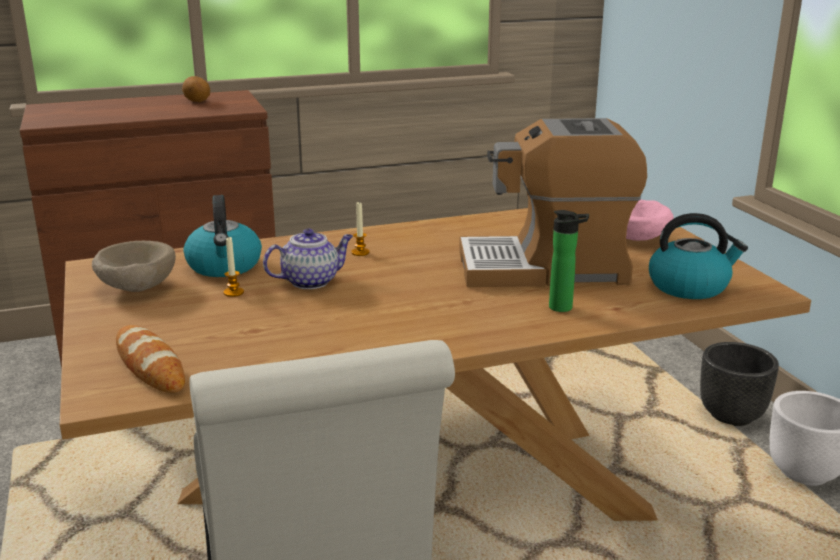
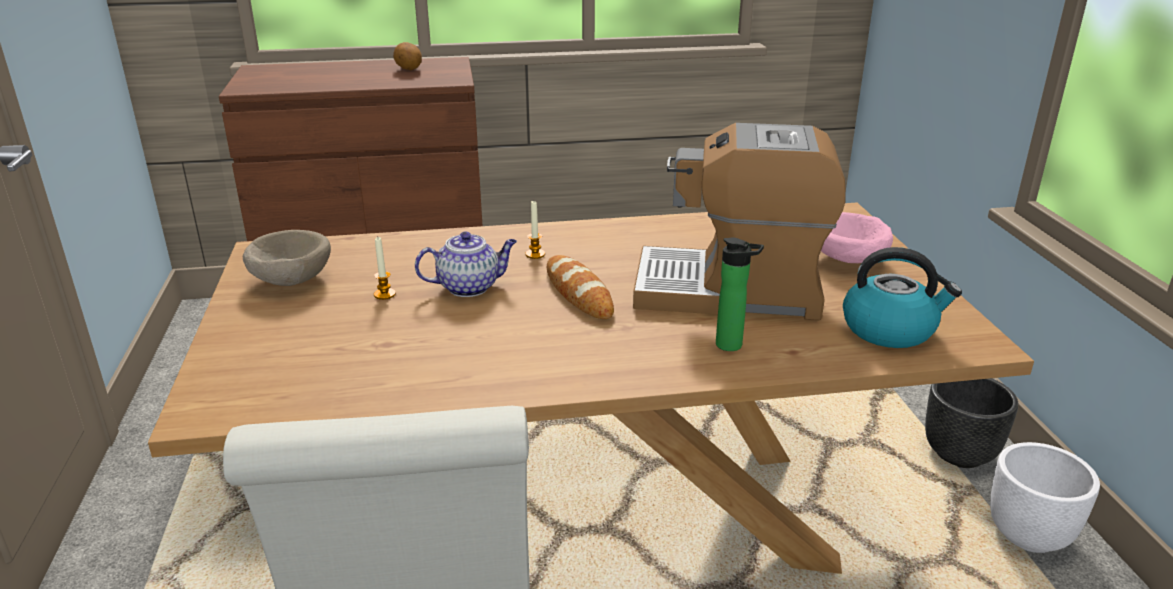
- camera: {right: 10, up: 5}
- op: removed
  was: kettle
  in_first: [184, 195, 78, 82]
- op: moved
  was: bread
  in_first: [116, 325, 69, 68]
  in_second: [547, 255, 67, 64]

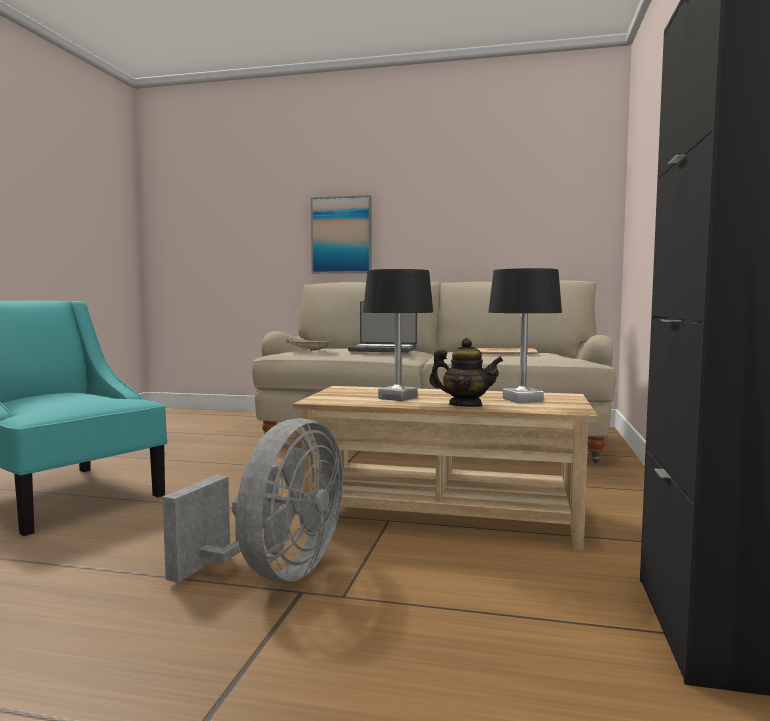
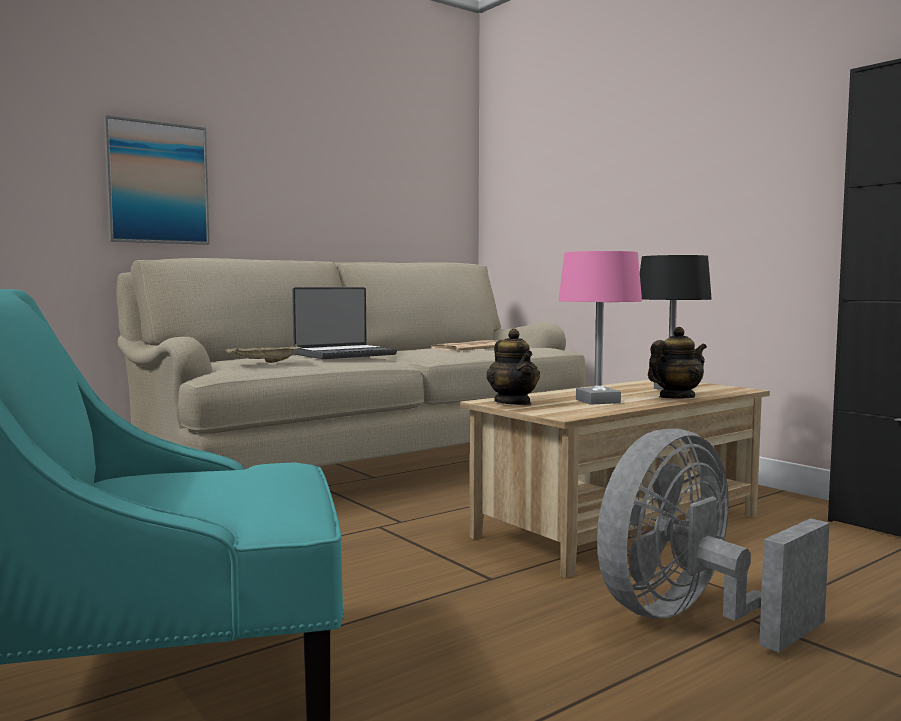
- camera: {right: -50, up: 0}
- op: added
  now: teapot
  in_second: [486, 329, 54, 76]
- op: recoloured
  was: black table lamp
  now: pink table lamp
  in_first: [363, 269, 70, 132]
  in_second: [558, 251, 84, 154]
- op: turned
  was: grey fan
  in_first: [163, 418, 180, 165]
  in_second: [597, 429, 233, 223]
  clockwise: -105

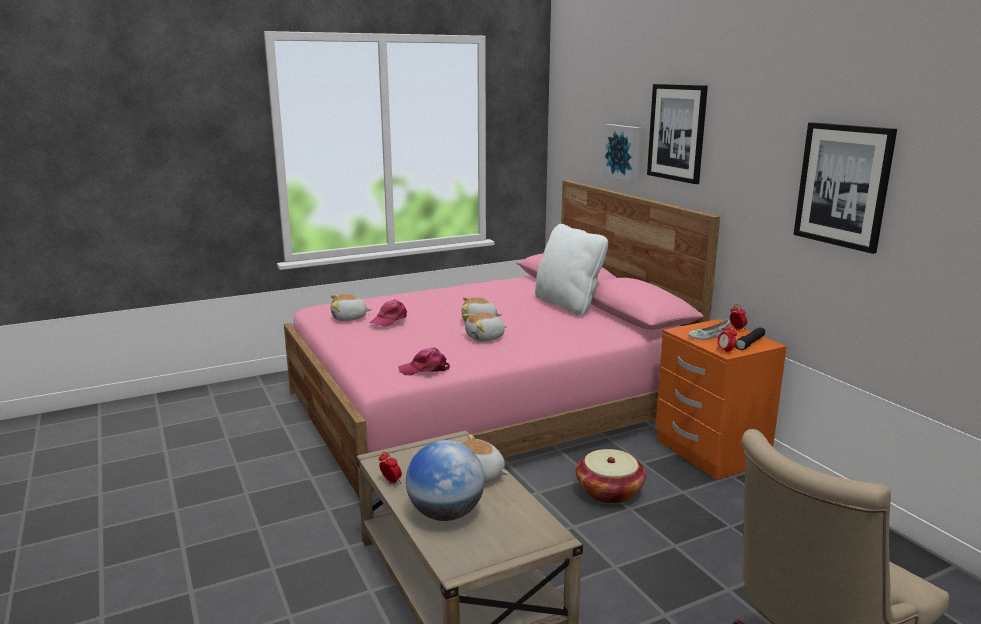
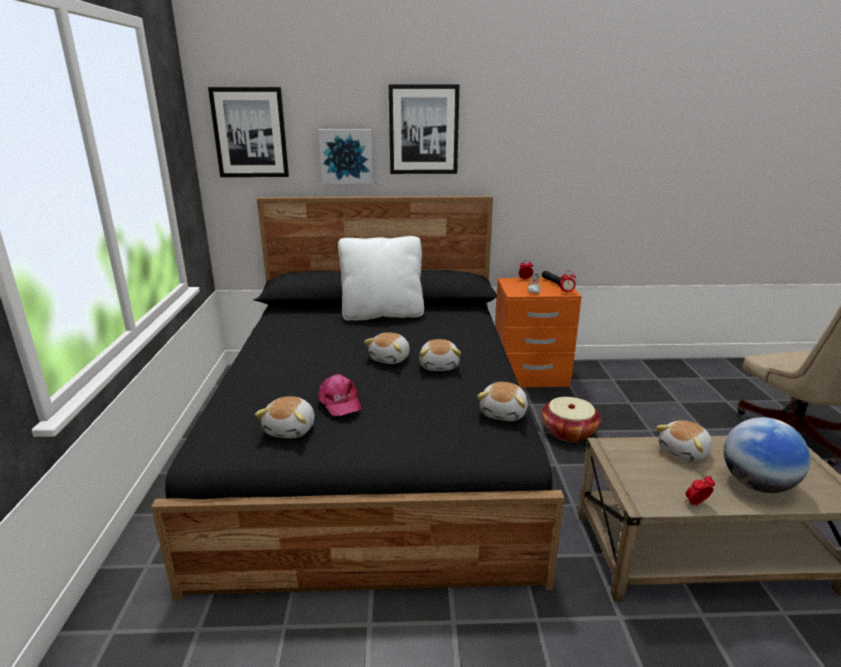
- camera: {right: -65, up: 5}
- op: moved
  was: picture
  in_first: [793, 122, 104, 132]
  in_second: [208, 87, 81, 90]
- op: replaced
  was: pink cap
  now: plush toy
  in_first: [398, 348, 52, 27]
  in_second: [477, 382, 51, 39]
- op: recoloured
  was: pink bed
  now: black bed
  in_first: [284, 180, 436, 320]
  in_second: [151, 196, 413, 404]

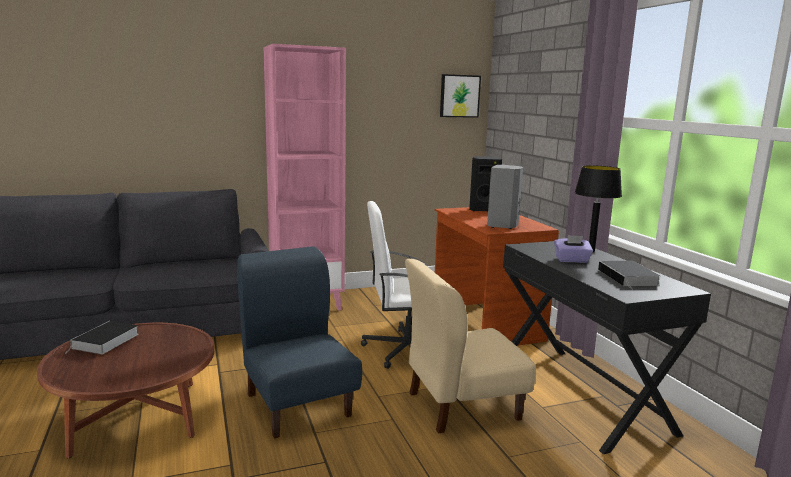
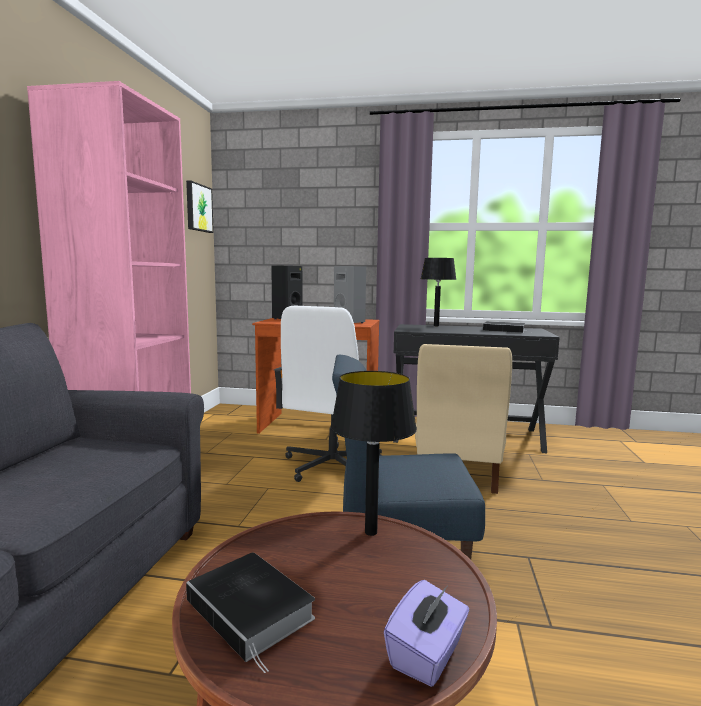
- camera: {right: -60, up: -5}
- op: added
  now: black table lamp
  in_second: [330, 371, 87, 165]
- op: moved
  was: purple tissue box
  in_first: [554, 235, 39, 28]
  in_second: [384, 580, 85, 107]

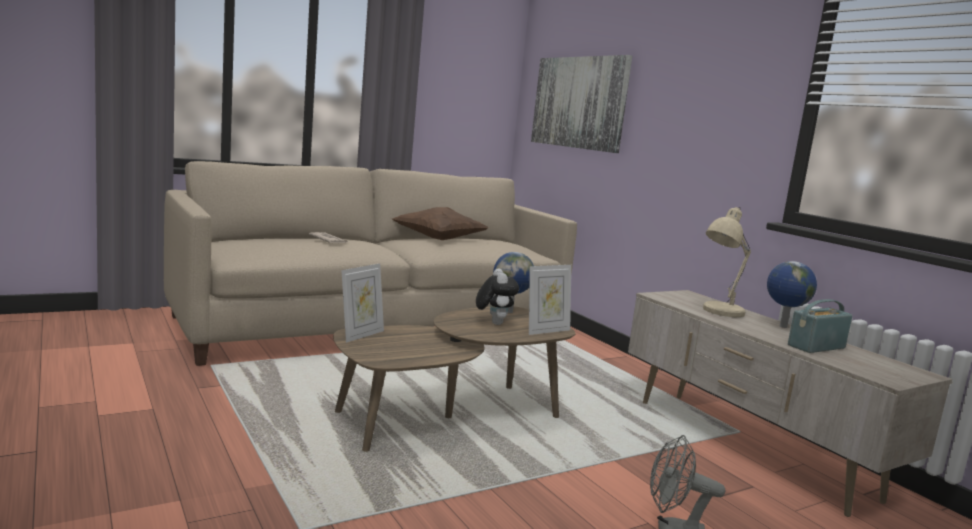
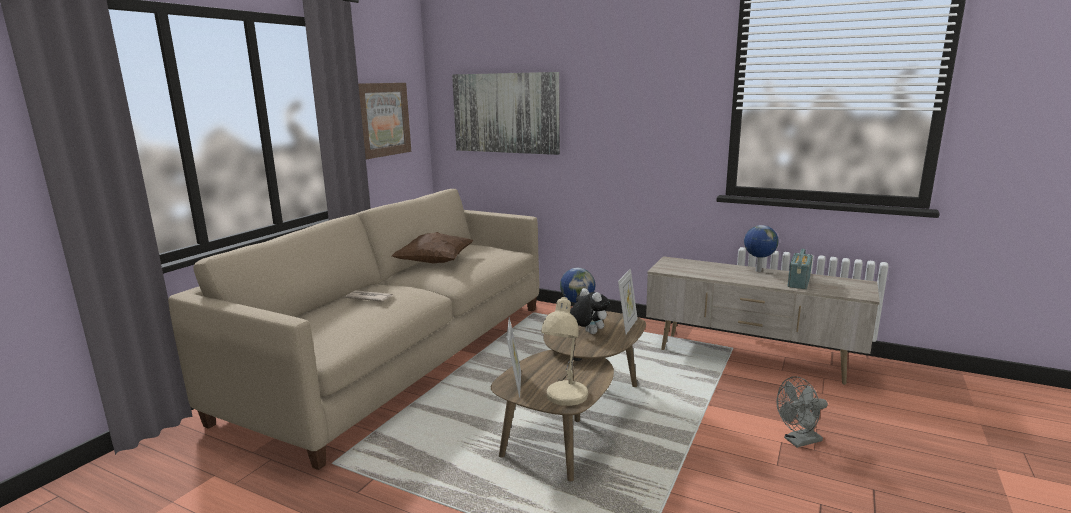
- camera: {right: -30, up: 5}
- op: added
  now: picture
  in_second: [358, 83, 53, 76]
- op: moved
  was: beige table lamp
  in_first: [703, 207, 48, 110]
  in_second: [541, 294, 47, 112]

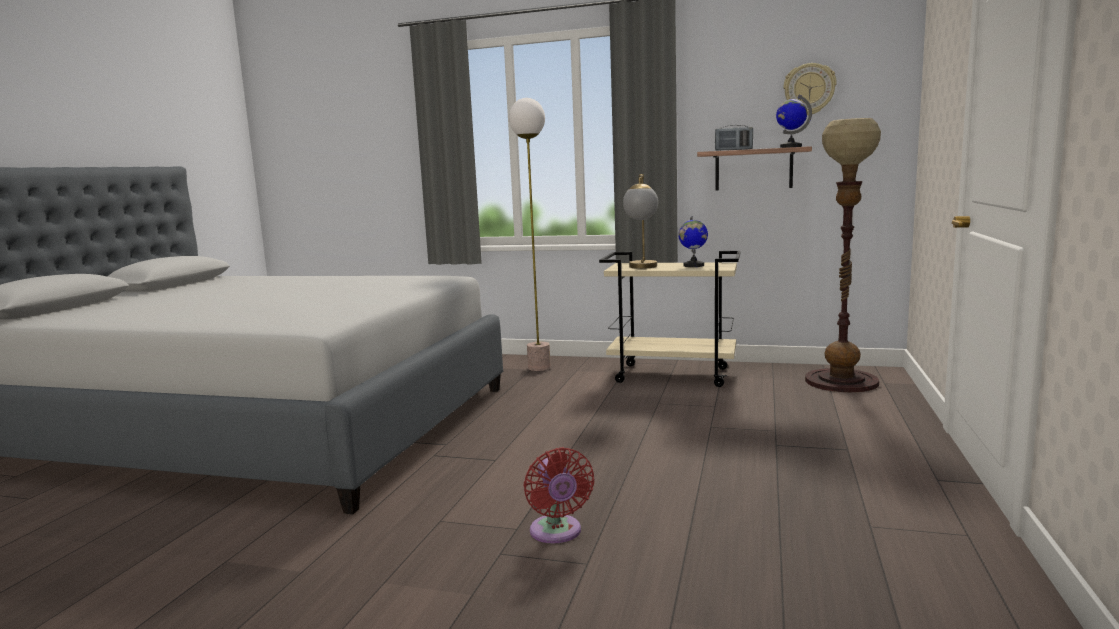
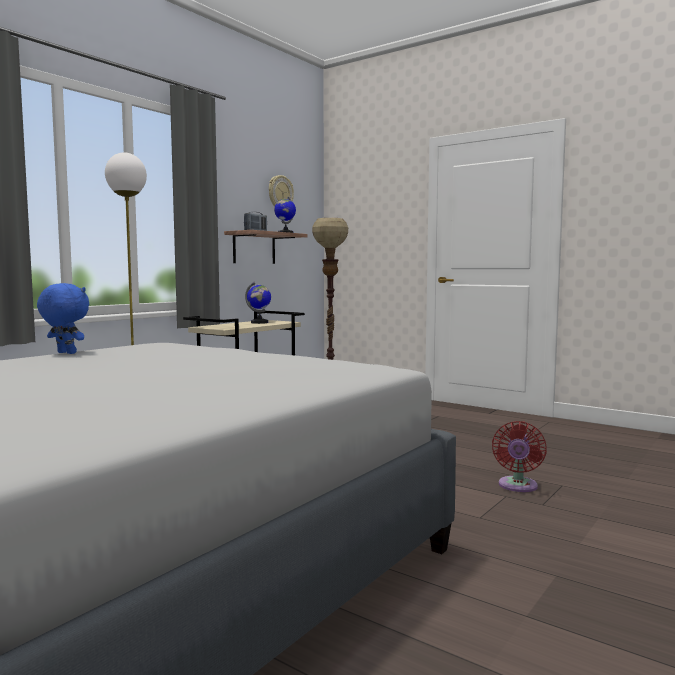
- camera: {right: -70, up: -5}
- op: removed
  was: table lamp
  in_first: [623, 174, 35, 95]
- op: added
  now: blue plush toy
  in_second: [37, 283, 52, 71]
- op: turned
  was: red fan
  in_first: [524, 447, 70, 97]
  in_second: [492, 421, 55, 71]
  clockwise: 105

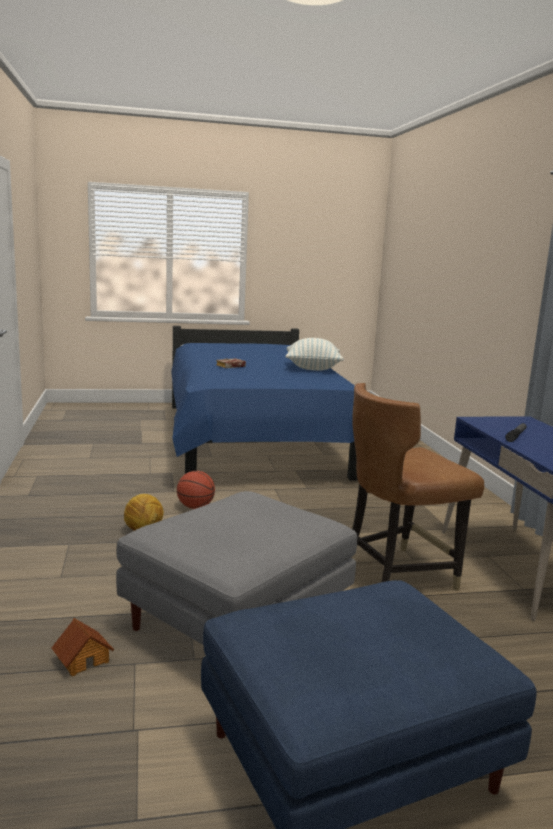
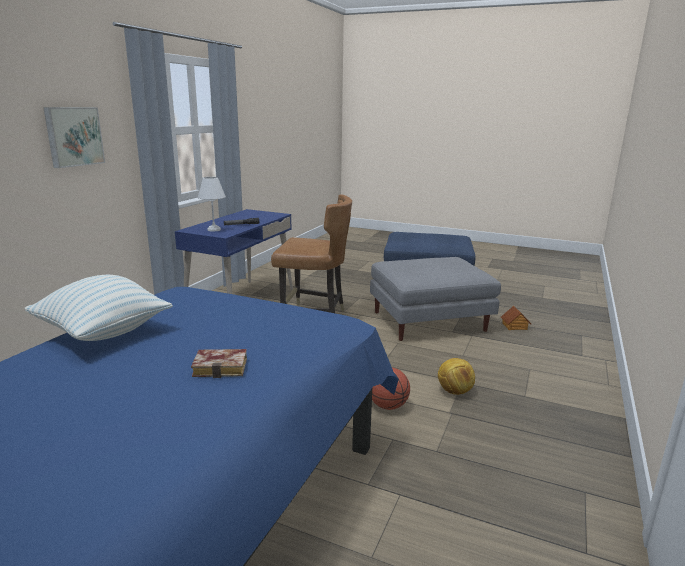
- camera: {right: -145, up: 5}
- op: added
  now: picture
  in_second: [43, 107, 62, 61]
- op: added
  now: white table lamp
  in_second: [198, 177, 28, 55]

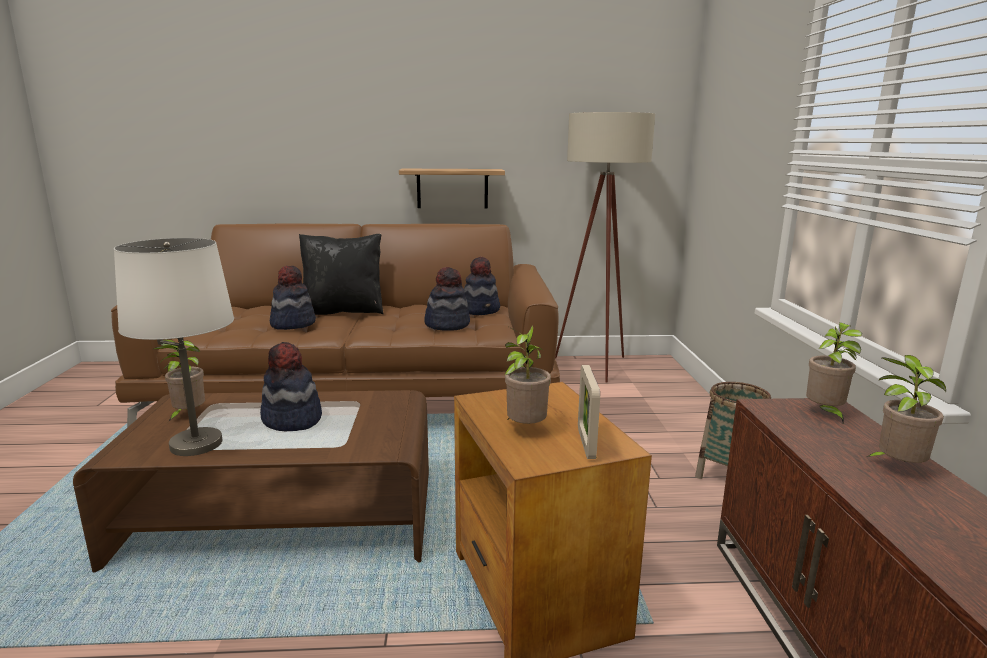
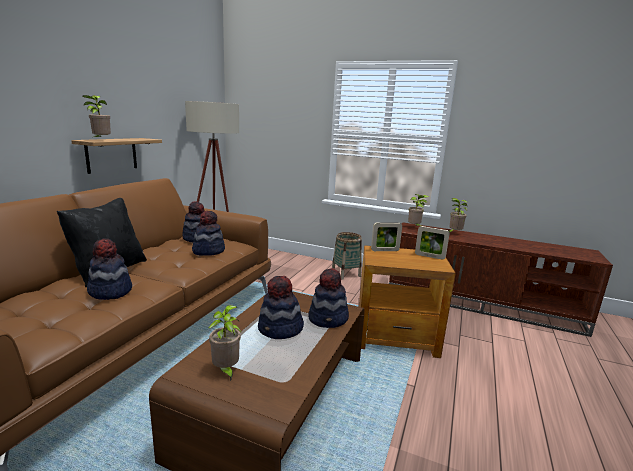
- camera: {right: -65, up: 0}
- op: removed
  was: white table lamp
  in_first: [114, 238, 120, 218]
- op: added
  now: hat
  in_second: [308, 268, 41, 60]
- op: added
  now: picture frame
  in_second: [371, 223, 31, 28]
- op: moved
  was: potted plant
  in_first: [504, 325, 47, 99]
  in_second: [82, 95, 29, 45]

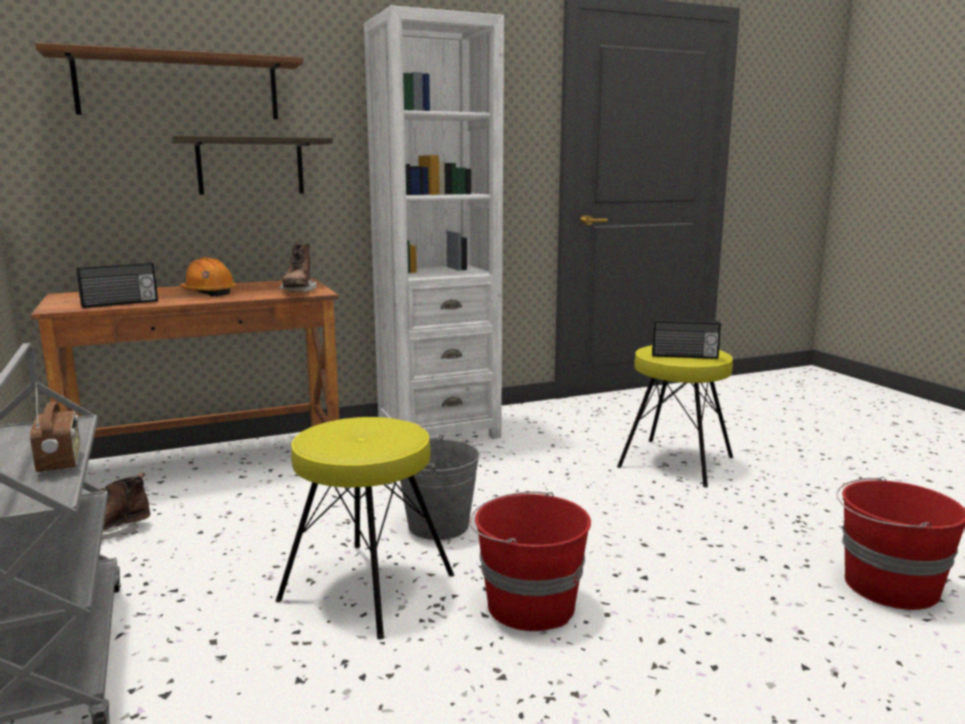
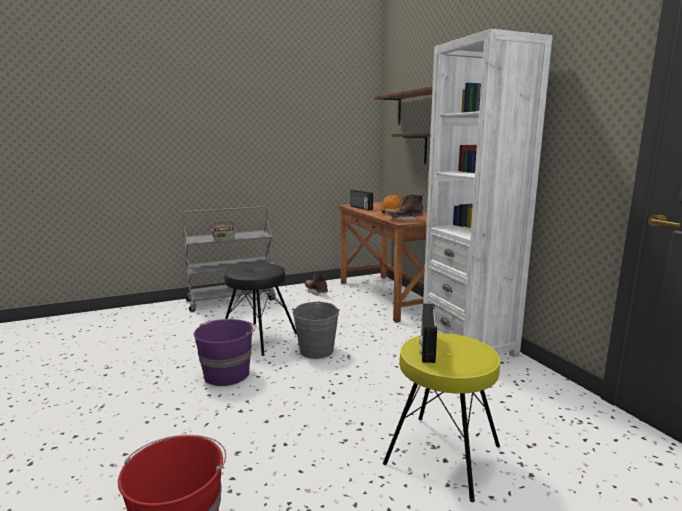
- camera: {right: 90, up: 0}
- op: recoloured
  was: yellow stool
  now: black stool
  in_first: [276, 417, 178, 223]
  in_second: [224, 263, 73, 93]
- op: recoloured
  was: red bucket
  now: purple bucket
  in_first: [469, 492, 122, 139]
  in_second: [194, 319, 62, 67]

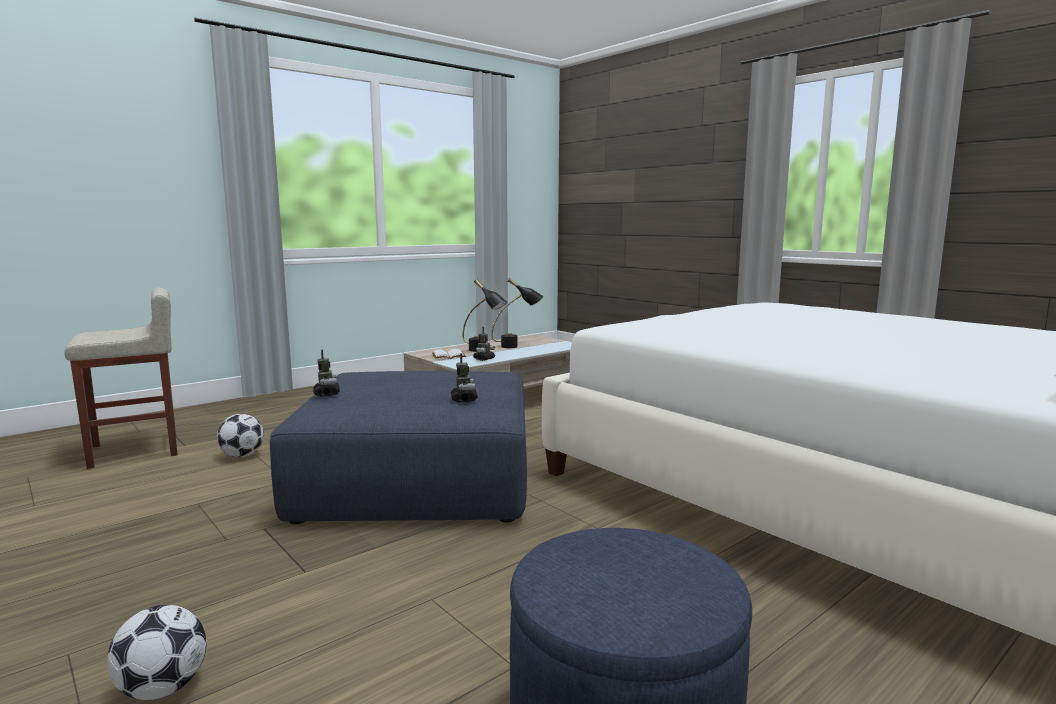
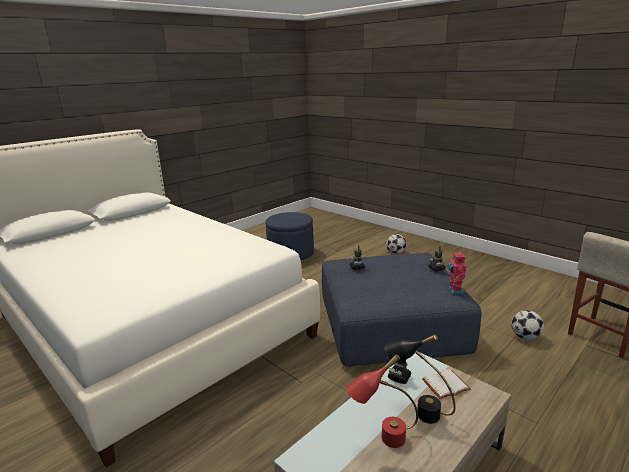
- camera: {right: 175, up: 10}
- op: added
  now: toy robot
  in_second: [447, 251, 19, 43]
- op: recoloured
  was: black table lamp
  now: red table lamp
  in_first: [491, 278, 52, 70]
  in_second: [345, 354, 73, 94]

